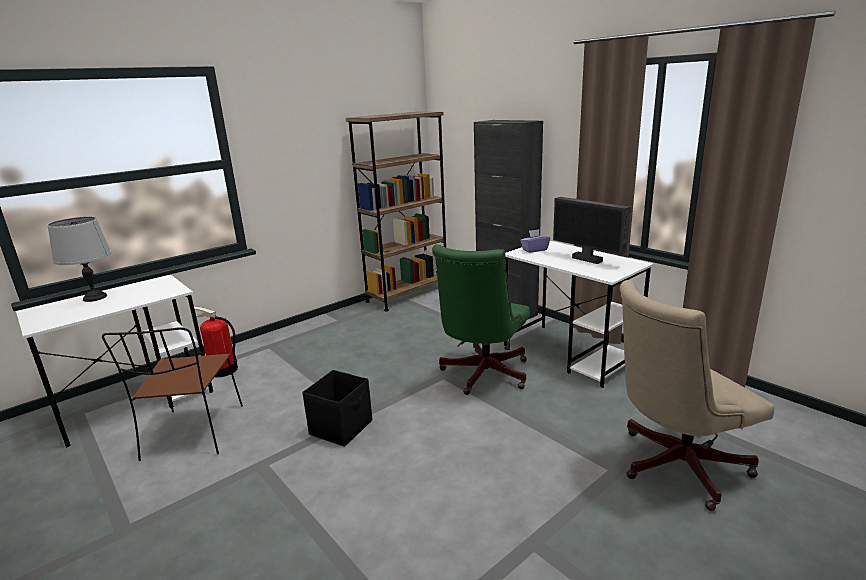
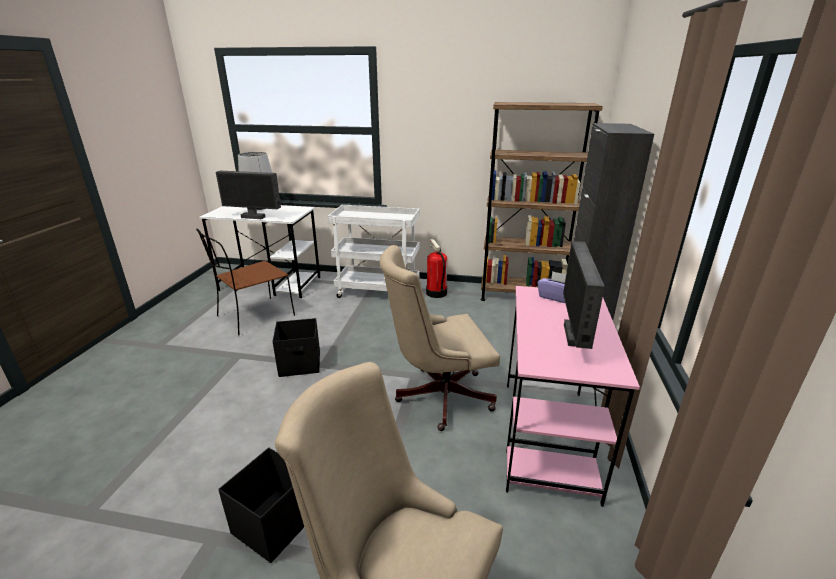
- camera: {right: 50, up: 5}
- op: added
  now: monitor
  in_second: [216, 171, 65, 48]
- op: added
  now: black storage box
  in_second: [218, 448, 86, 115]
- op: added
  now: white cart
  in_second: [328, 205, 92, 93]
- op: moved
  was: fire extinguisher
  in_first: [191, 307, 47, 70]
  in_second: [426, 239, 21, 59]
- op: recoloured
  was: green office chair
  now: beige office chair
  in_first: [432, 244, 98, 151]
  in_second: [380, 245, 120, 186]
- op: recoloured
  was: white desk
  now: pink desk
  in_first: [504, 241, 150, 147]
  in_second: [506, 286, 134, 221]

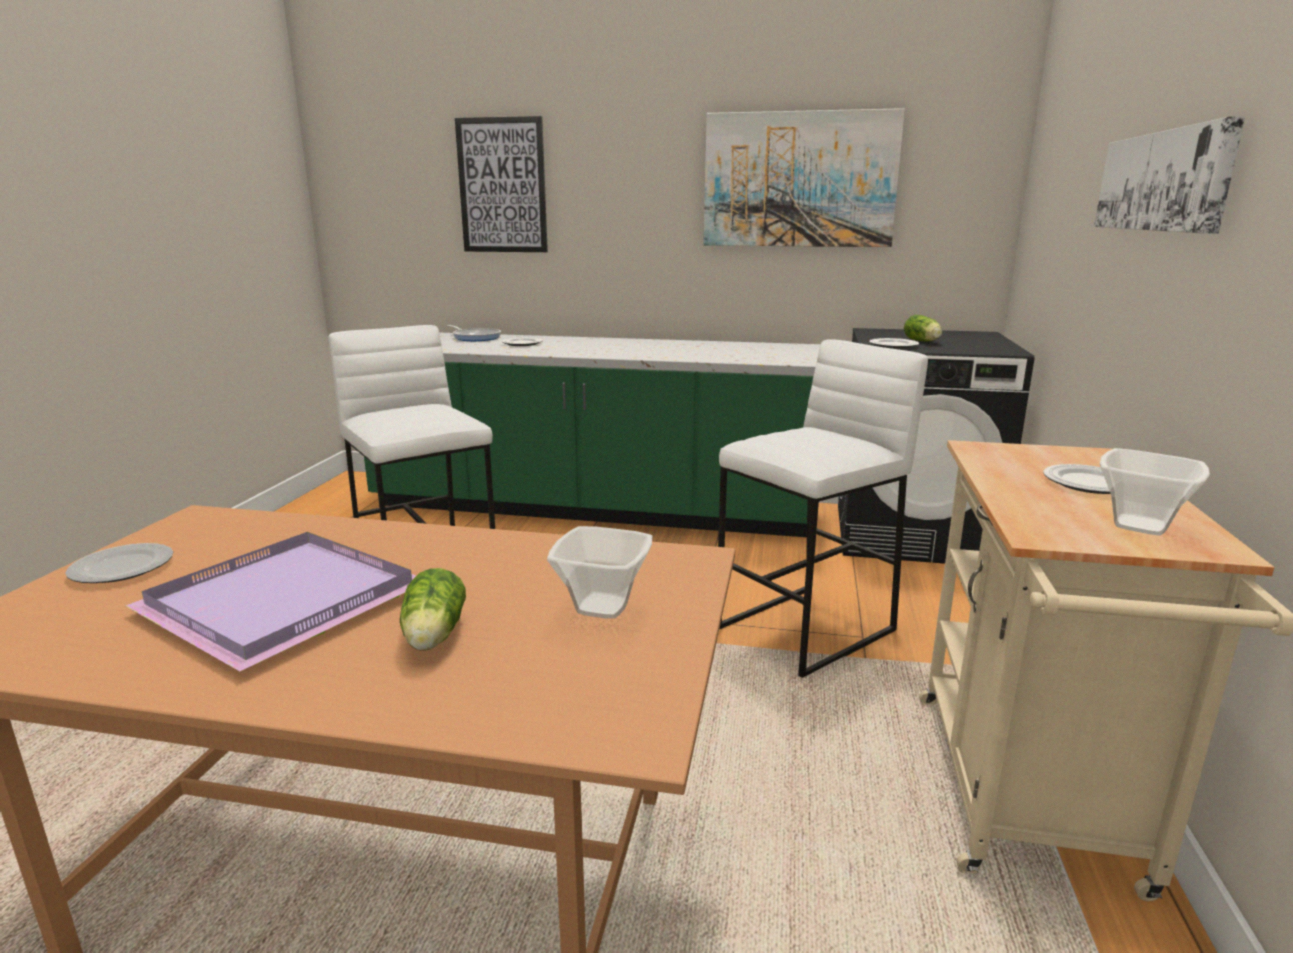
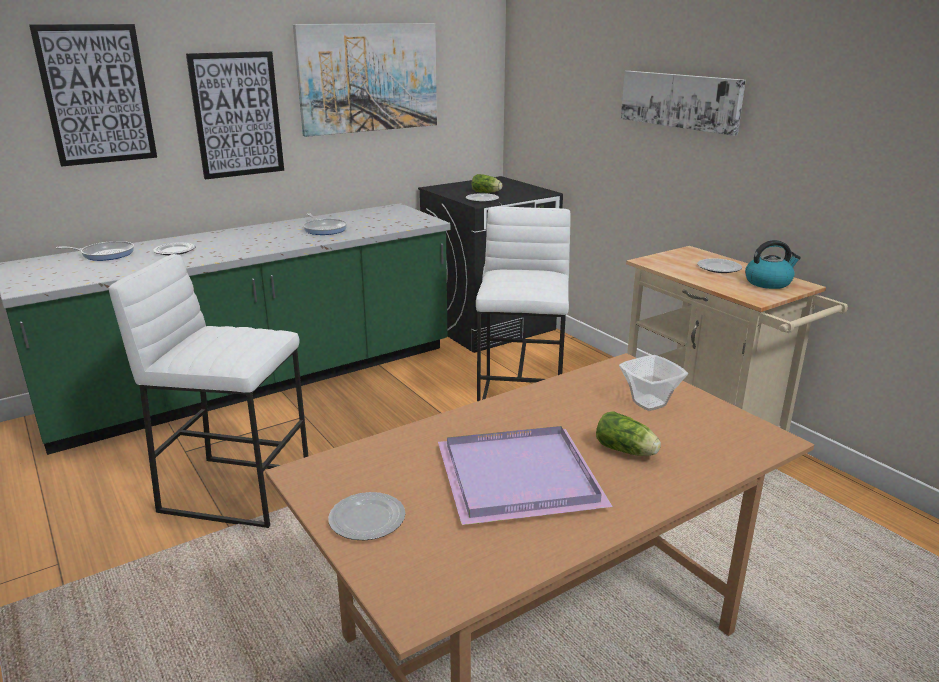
- camera: {right: -45, up: 5}
- op: added
  now: picture
  in_second: [186, 51, 98, 128]
- op: added
  now: frying pan
  in_second: [303, 213, 44, 22]
- op: replaced
  was: bowl
  now: kettle
  in_first: [1100, 448, 110, 88]
  in_second: [745, 240, 56, 49]

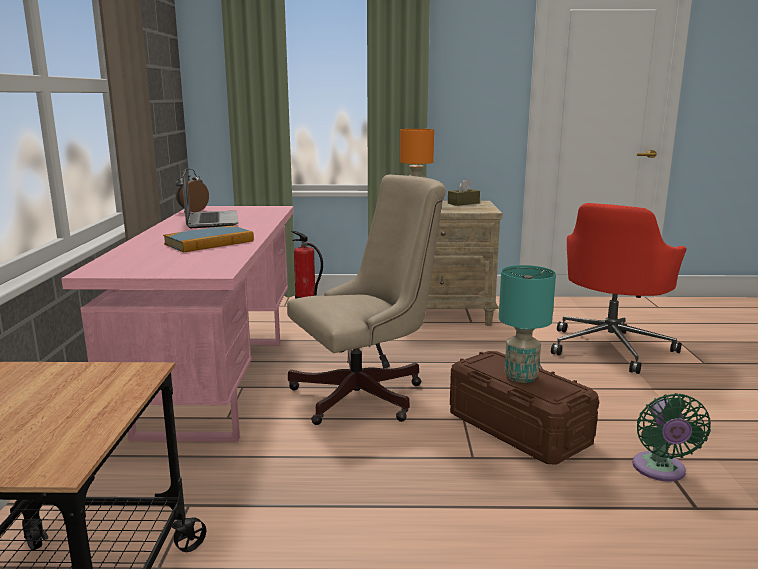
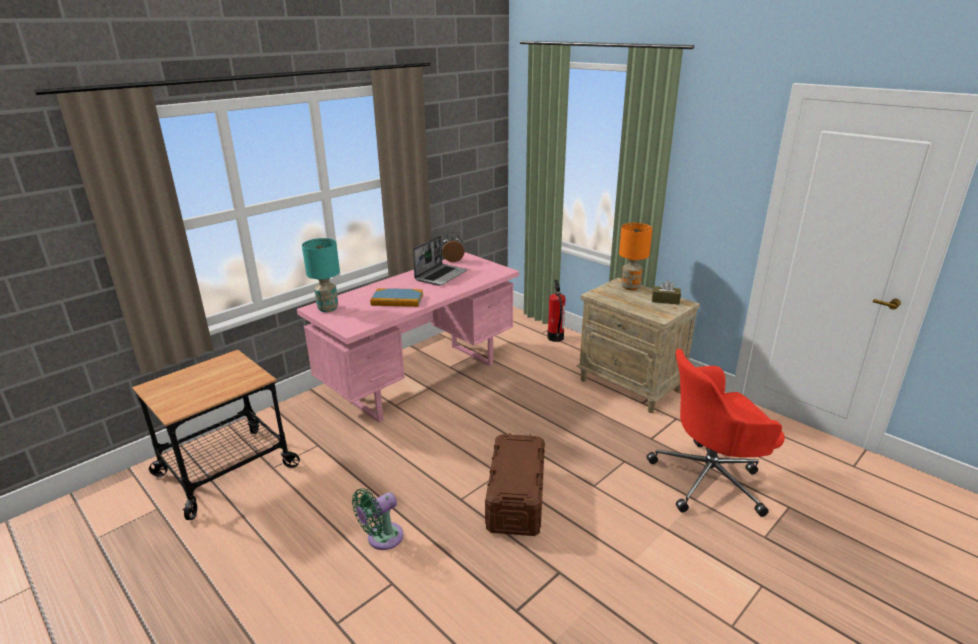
- camera: {right: 45, up: 10}
- op: removed
  was: beige office chair
  in_first: [287, 174, 159, 251]
- op: moved
  was: turquoise table lamp
  in_first: [499, 265, 57, 118]
  in_second: [302, 238, 38, 74]
- op: moved
  was: green fan
  in_first: [633, 393, 78, 89]
  in_second: [352, 488, 51, 62]

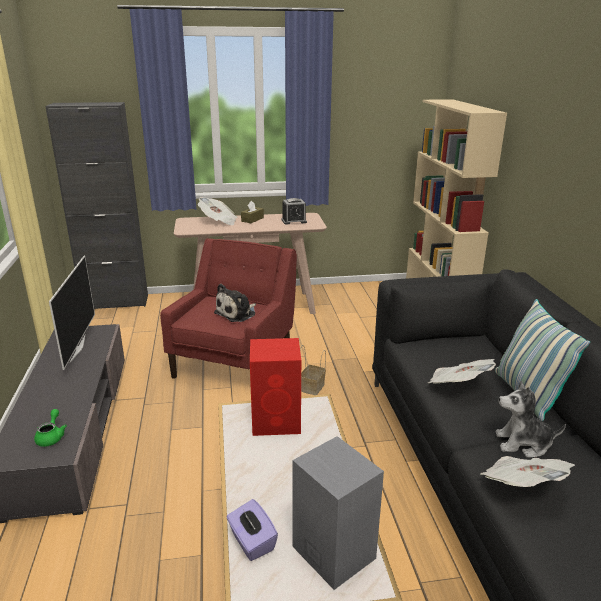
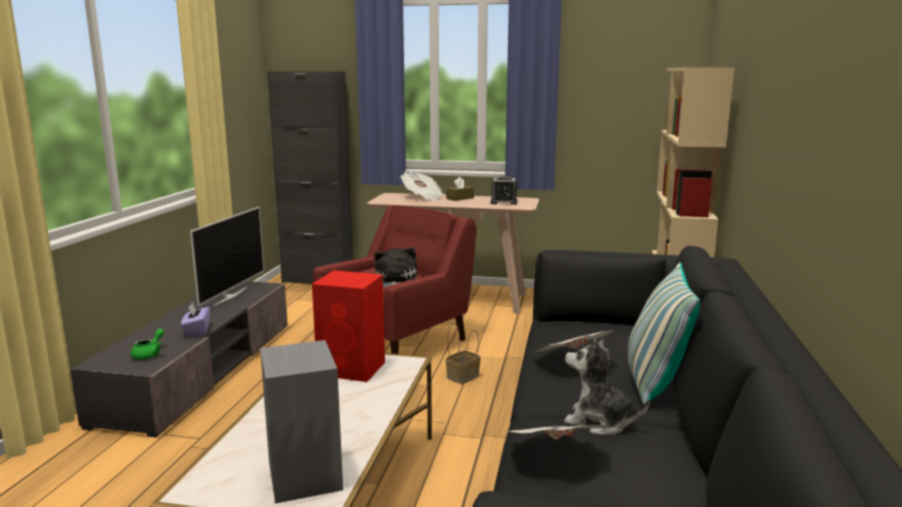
- camera: {right: 20, up: -10}
- op: moved
  was: purple tissue box
  in_first: [227, 499, 51, 62]
  in_second: [181, 302, 29, 35]
- op: turned
  was: plush toy
  in_first: [214, 284, 42, 38]
  in_second: [374, 247, 43, 40]
  clockwise: 120

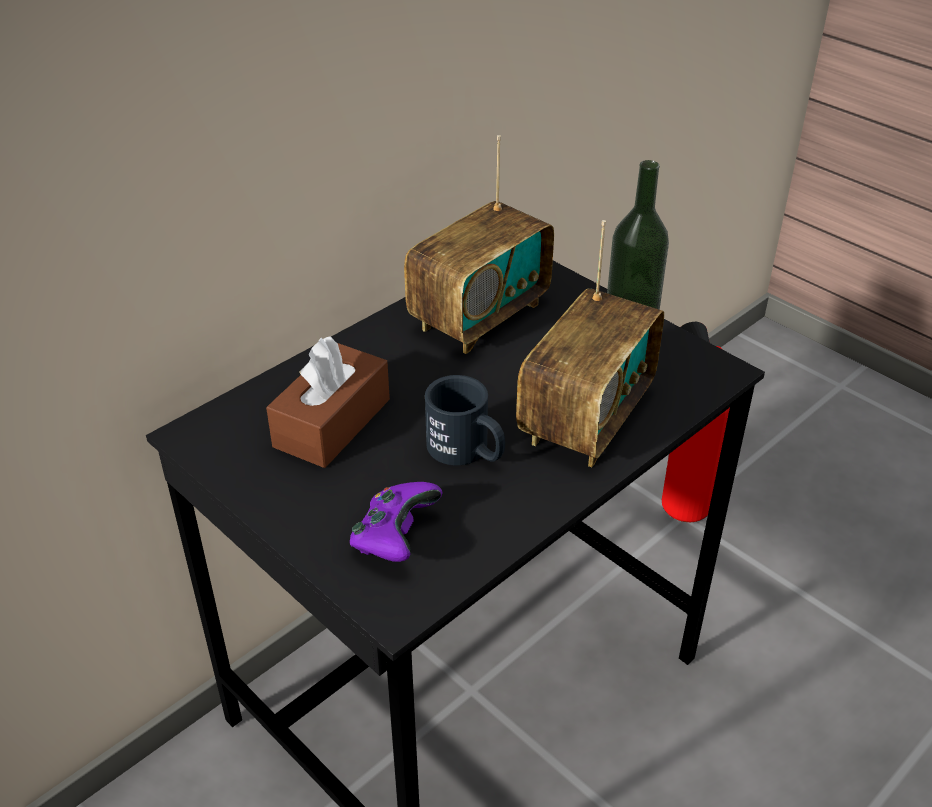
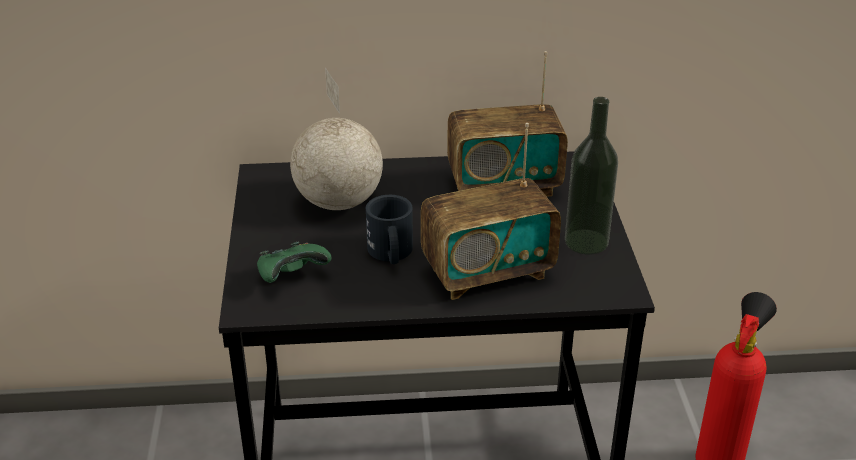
- camera: {right: 40, up: -5}
- op: replaced
  was: brown tissue box
  now: globe
  in_first: [266, 336, 124, 132]
  in_second: [290, 68, 93, 142]
- op: recoloured
  was: purple game controller
  now: green game controller
  in_first: [350, 482, 93, 80]
  in_second: [257, 242, 74, 41]

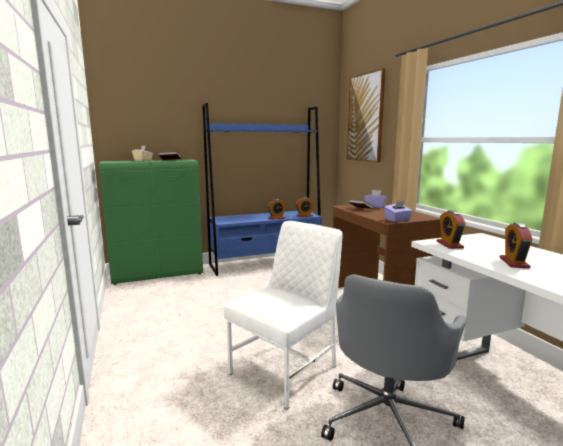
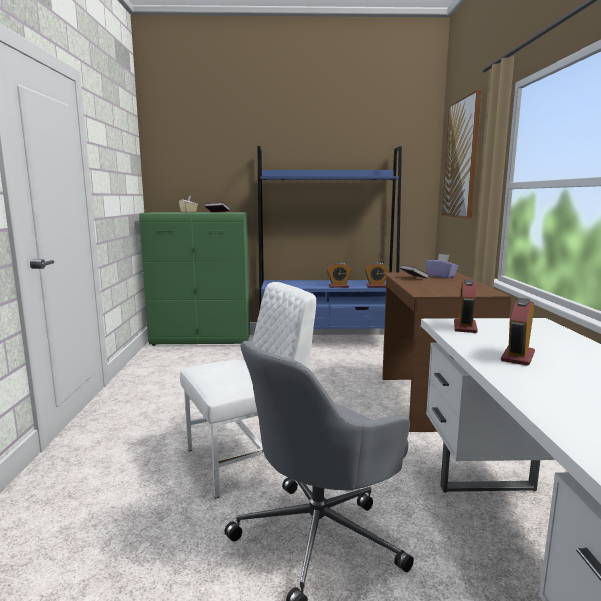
- camera: {right: 20, up: 0}
- op: removed
  was: purple tissue box
  in_first: [384, 201, 29, 21]

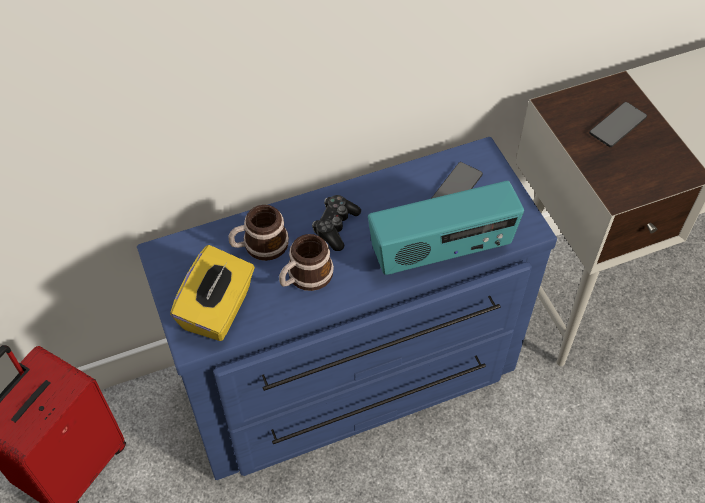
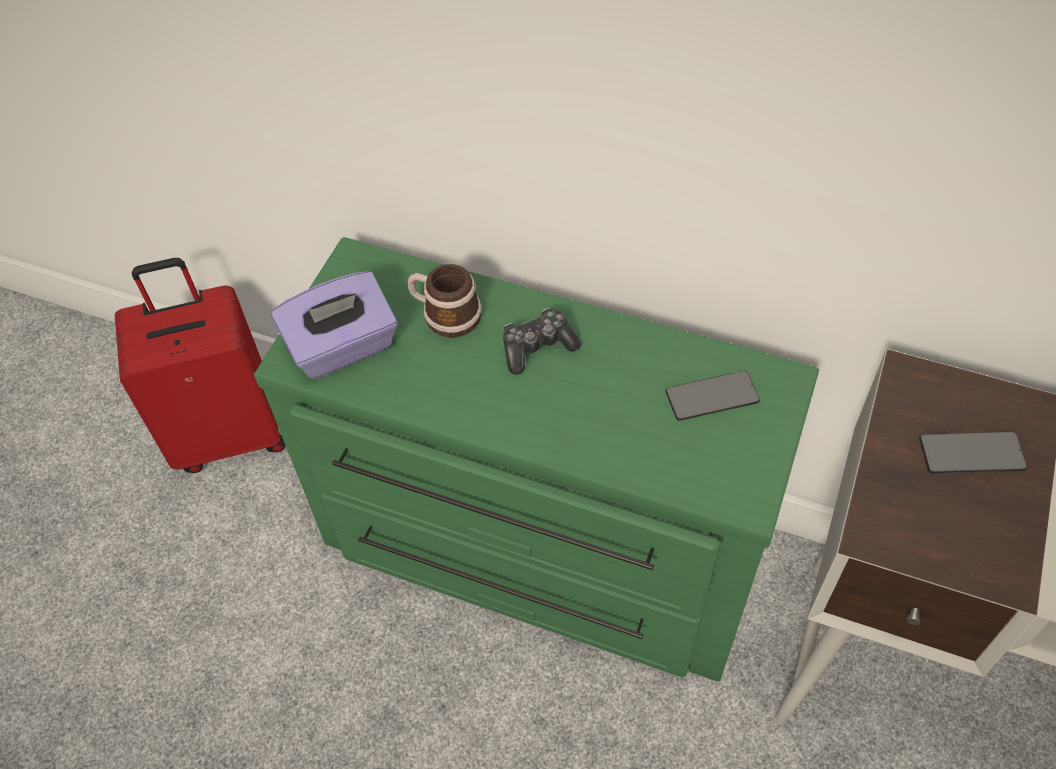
- camera: {right: 45, up: 0}
- op: removed
  was: mug
  in_first: [279, 234, 55, 57]
- op: removed
  was: radio
  in_first: [368, 181, 156, 94]
- op: recoloured
  was: blue dresser
  now: green dresser
  in_first: [137, 137, 420, 343]
  in_second: [254, 237, 565, 445]
- op: recoloured
  was: yellow tissue box
  now: purple tissue box
  in_first: [170, 245, 85, 96]
  in_second: [271, 271, 126, 108]

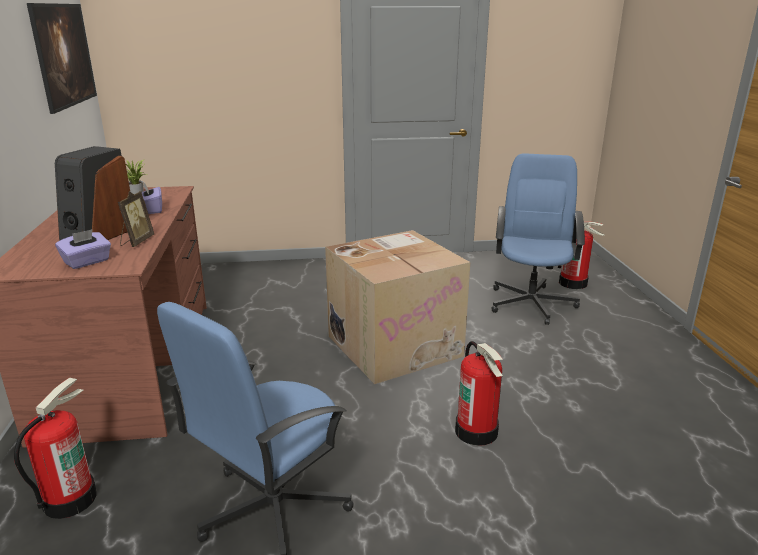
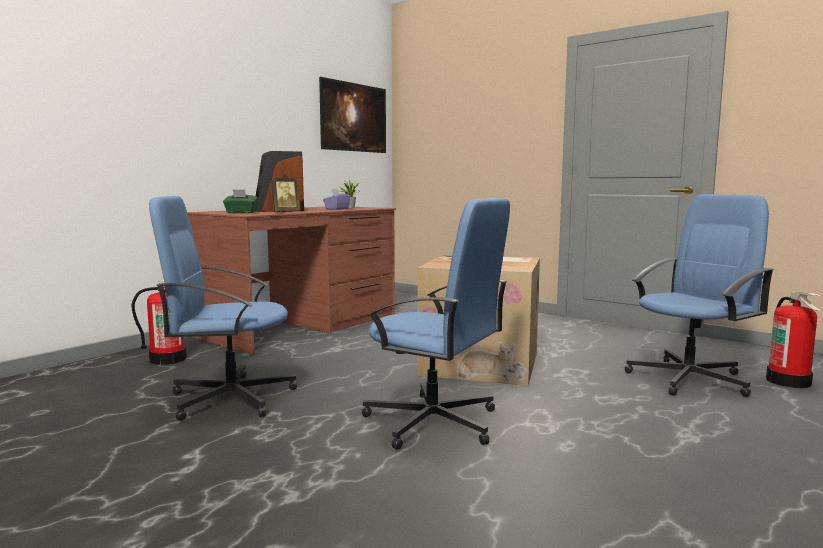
- camera: {right: 45, up: -15}
- op: replaced
  was: fire extinguisher
  now: blue office chair
  in_first: [455, 341, 48, 105]
  in_second: [362, 198, 148, 252]
- op: recoloured
  was: purple tissue box
  now: green tissue box
  in_first: [55, 229, 56, 40]
  in_second: [223, 189, 34, 24]

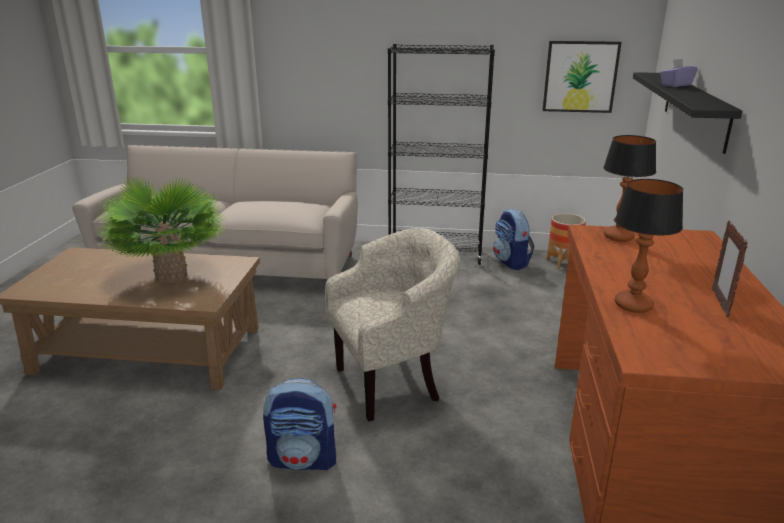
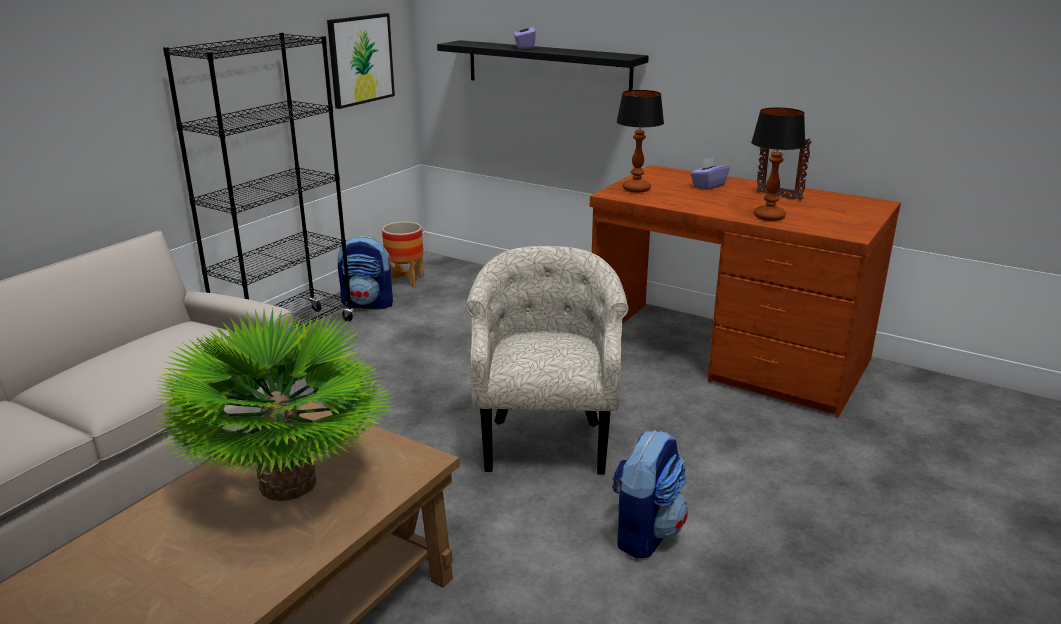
- camera: {right: -65, up: 0}
- op: added
  now: purple tissue box
  in_second: [691, 157, 39, 33]

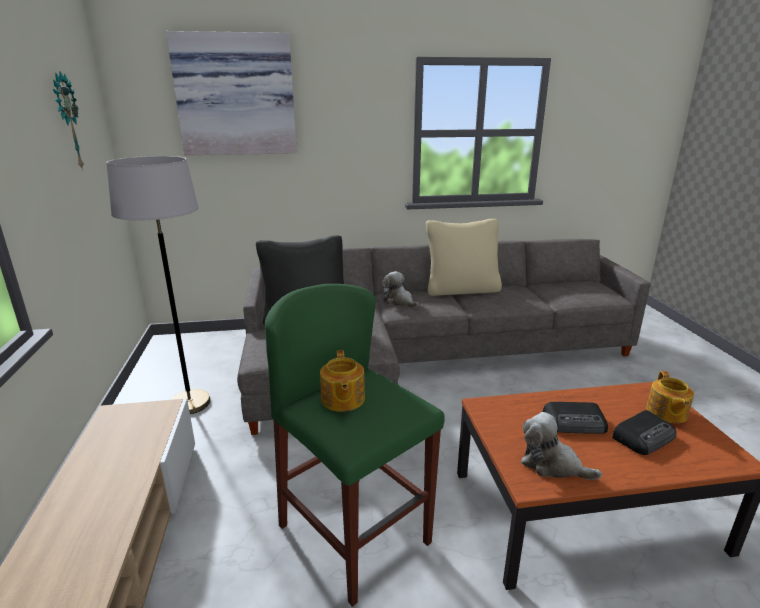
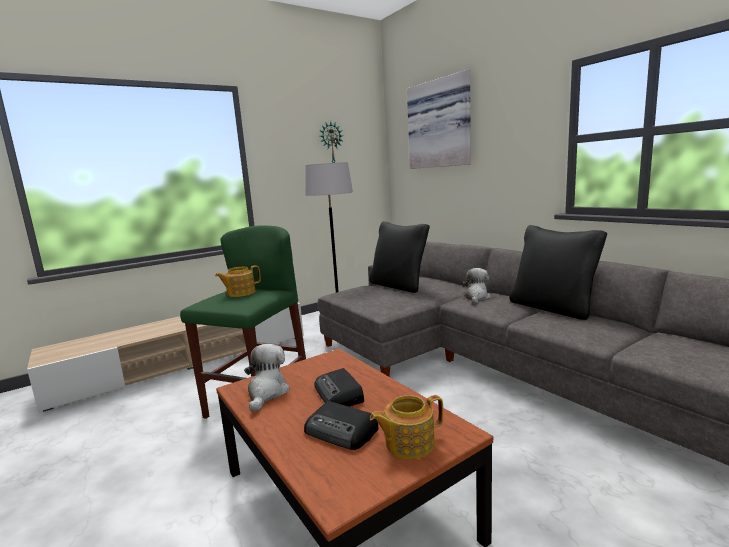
- camera: {right: 65, up: -10}
- op: recoloured
  was: beige pillow
  now: black pillow
  in_first: [426, 219, 76, 77]
  in_second: [509, 225, 98, 95]

